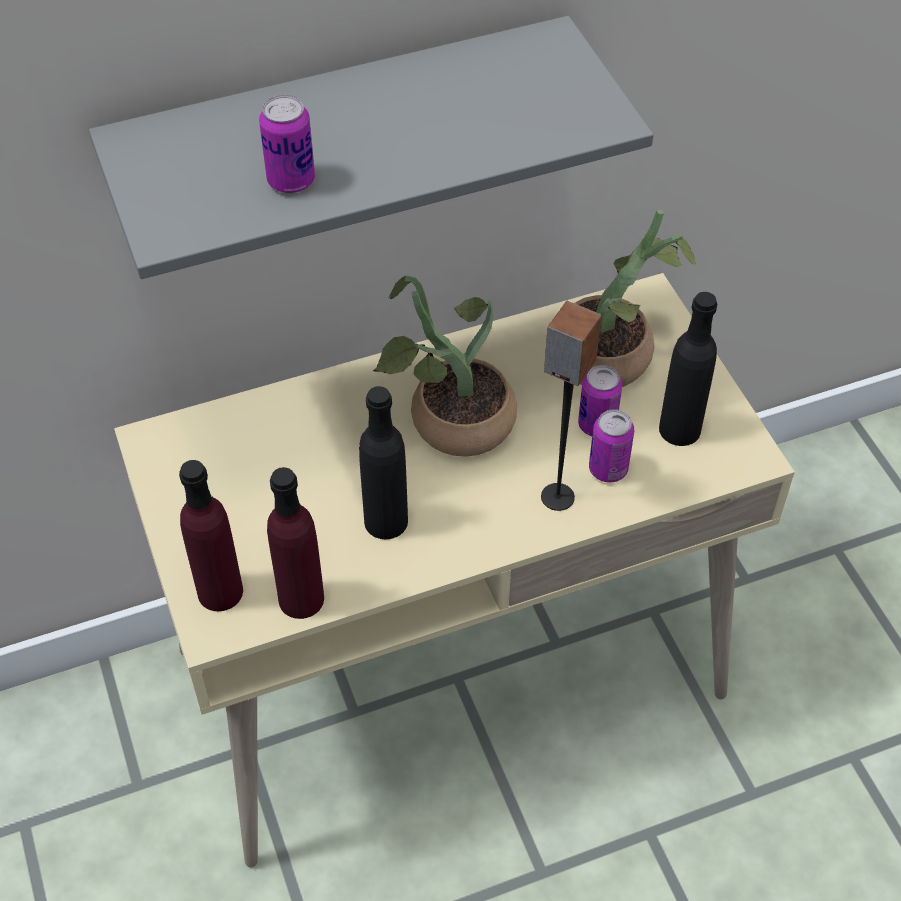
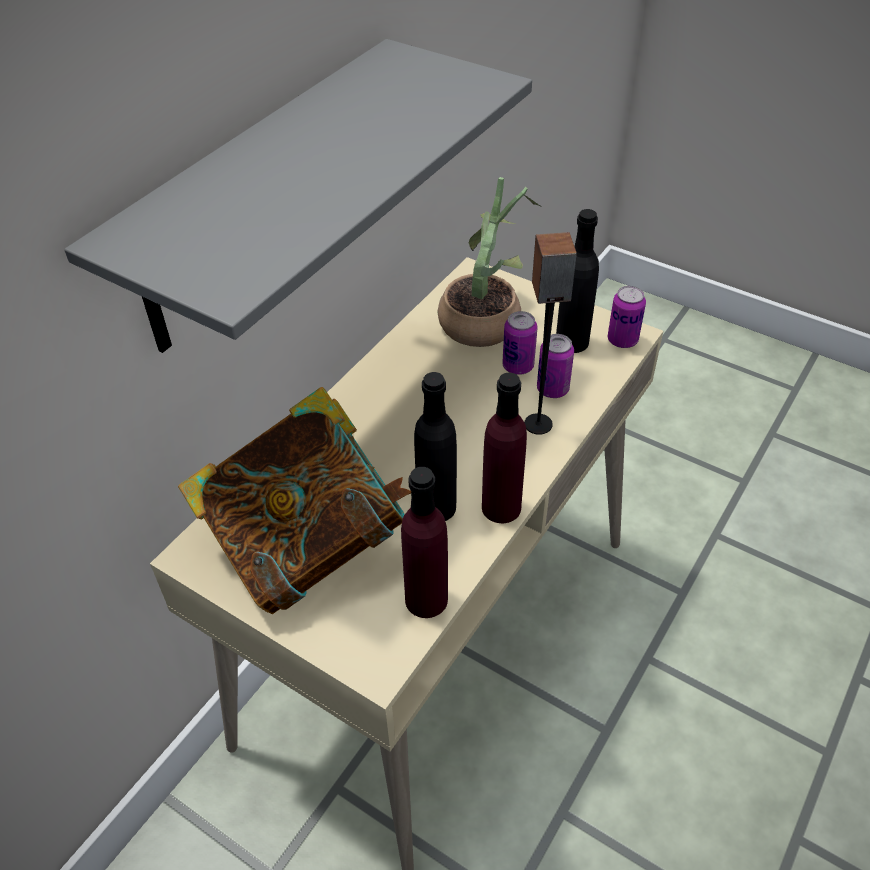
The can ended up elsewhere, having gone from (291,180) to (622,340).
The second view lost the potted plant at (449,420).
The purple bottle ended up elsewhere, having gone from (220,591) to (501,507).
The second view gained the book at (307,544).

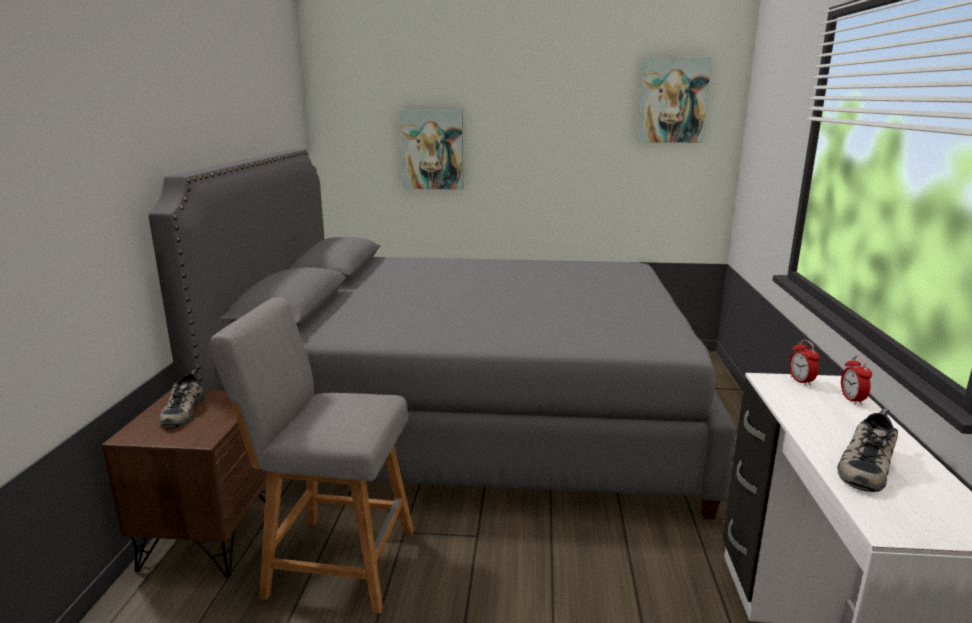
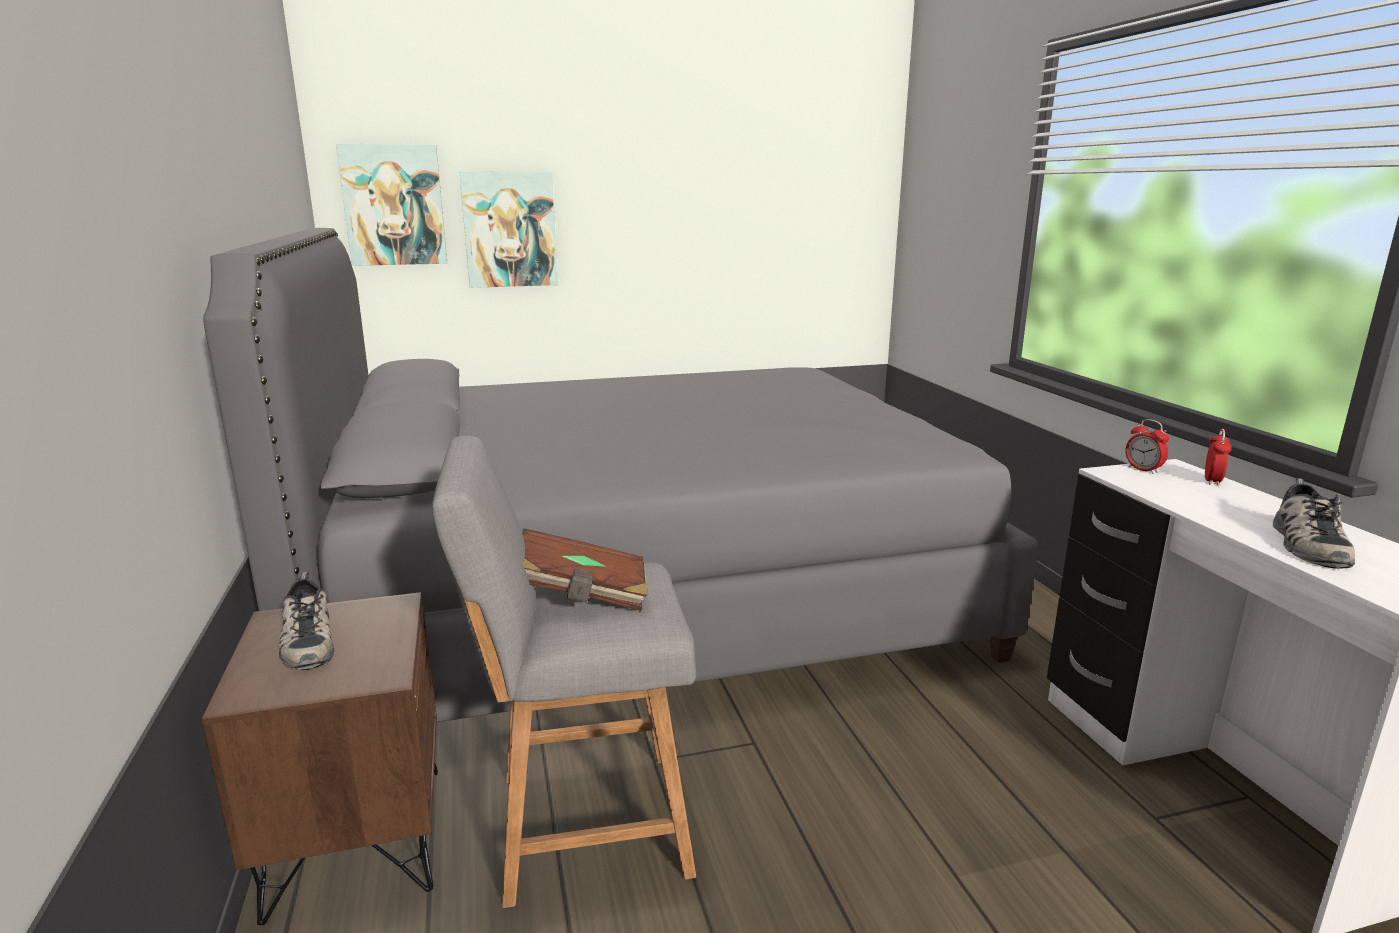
The picture ended up elsewhere, having gone from (672,100) to (394,205).
The alarm clock at (852,400) ended up facing another way, 135 degrees counterclockwise from before.
The second view gained the brown book at (582,595).

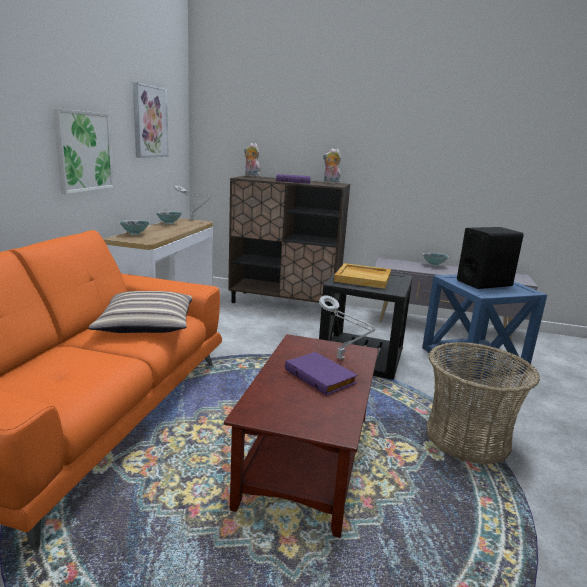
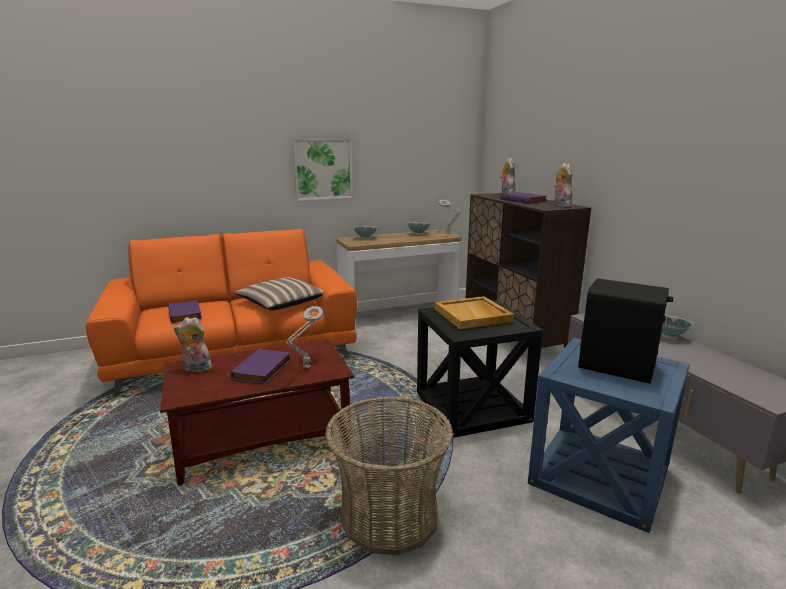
The second view lost the picture at (149,122).
The second view gained the purple book at (186,314).
The second view gained the plush toy at (195,369).

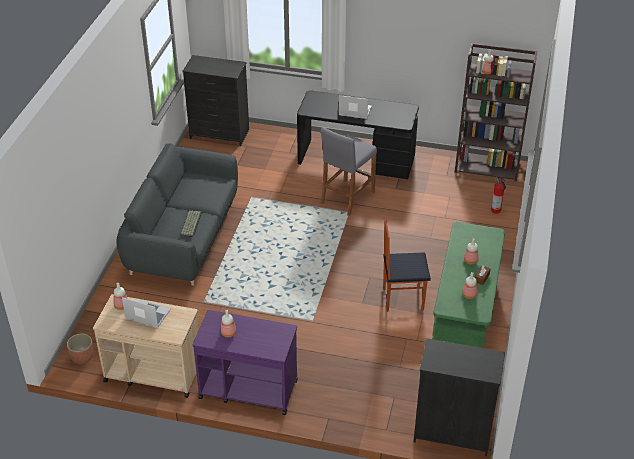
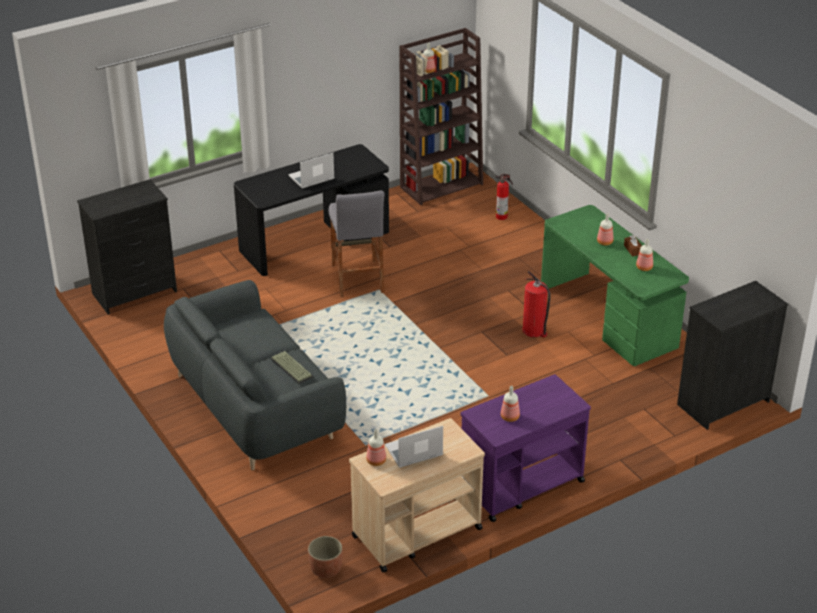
Where the chair stood at (402,298), the fire extinguisher came to stand at (534,331).

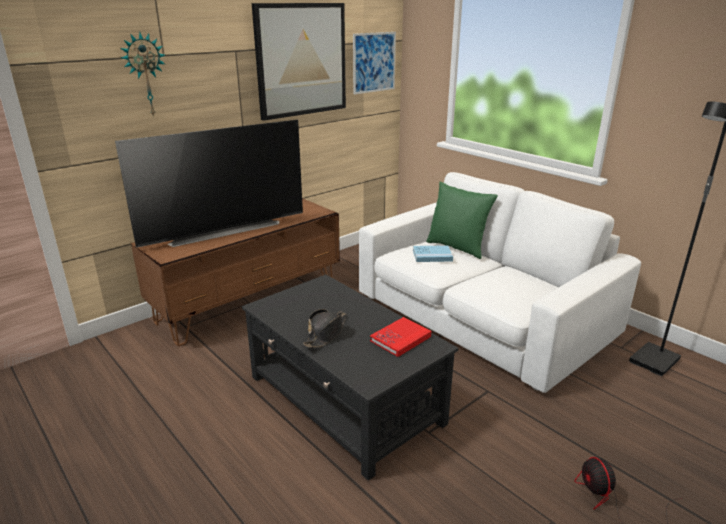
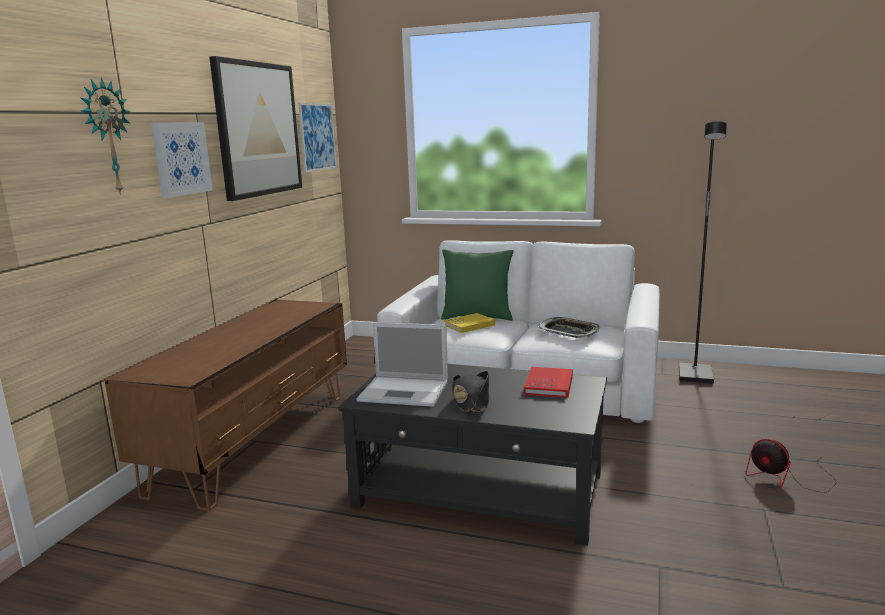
The second view lost the television at (223,230).
What was the blue book at (432,255) turned into the yellow book at (469,325).
The second view gained the picture at (181,158).
The second view gained the tray at (569,332).
The second view gained the laptop at (405,391).

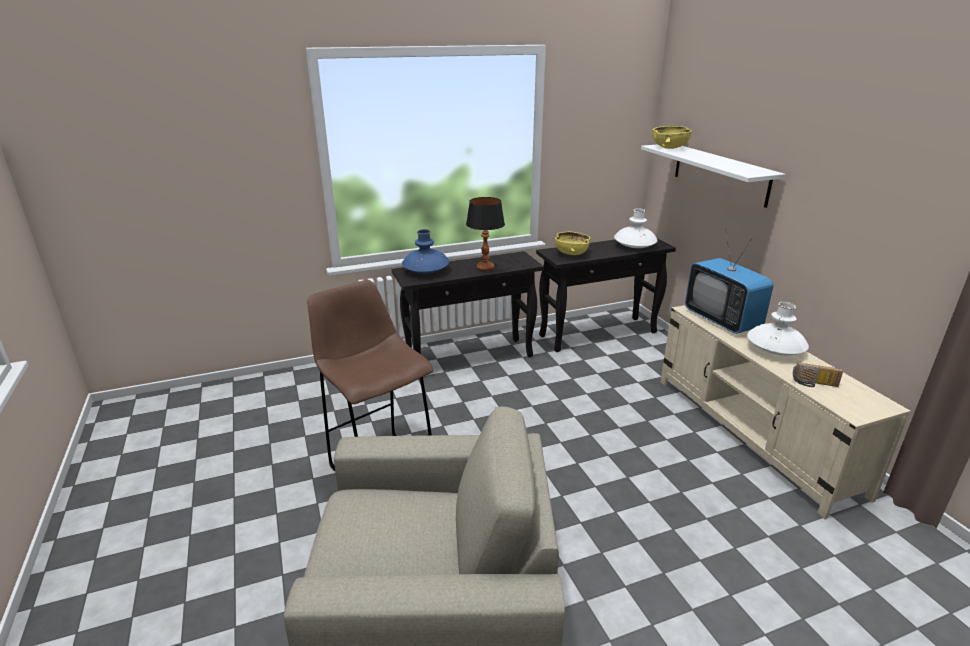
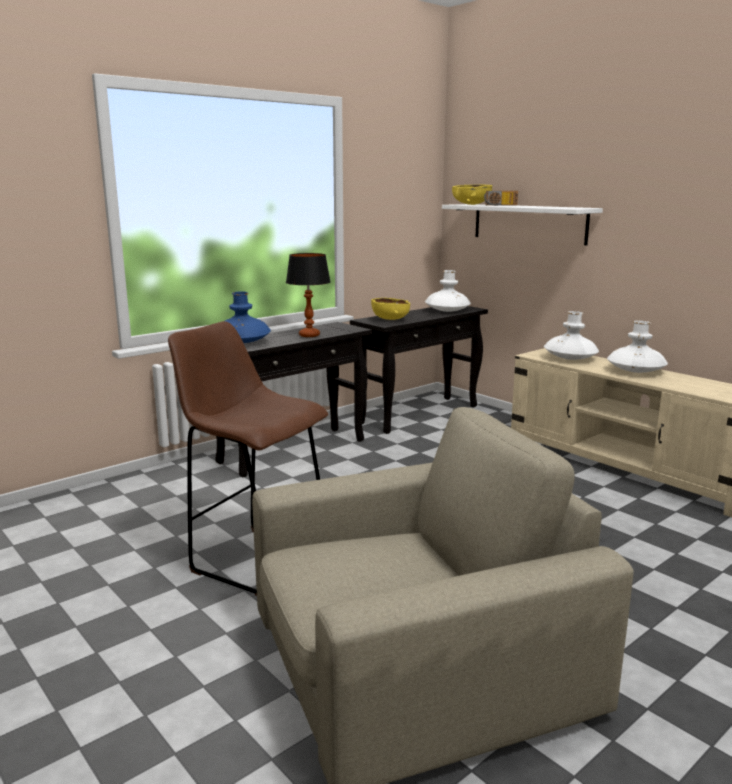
Where the television stood at (722,320), the white vase came to stand at (570,358).
The radio ended up elsewhere, having gone from (814,384) to (500,205).

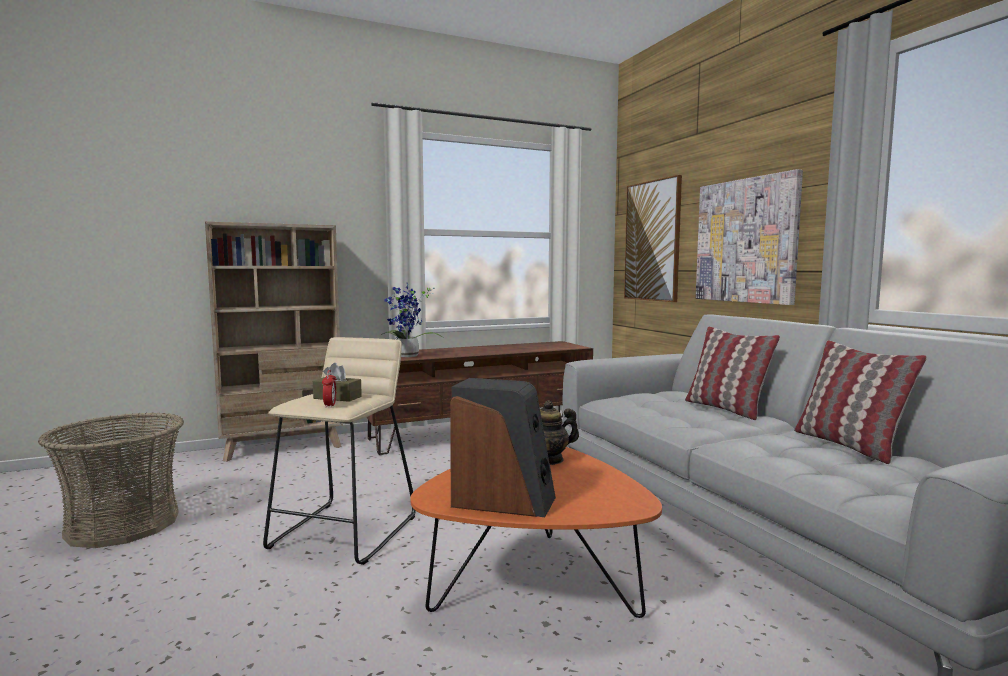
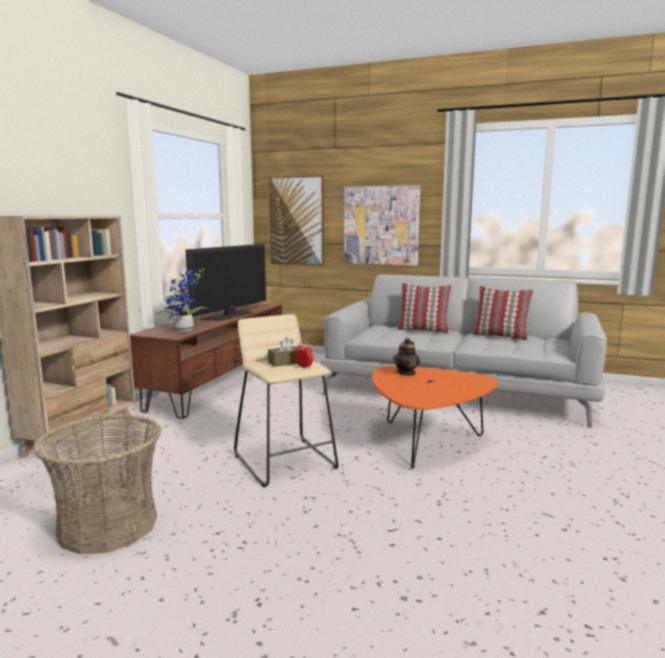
The second view lost the speaker at (503,501).
The second view gained the television at (229,315).

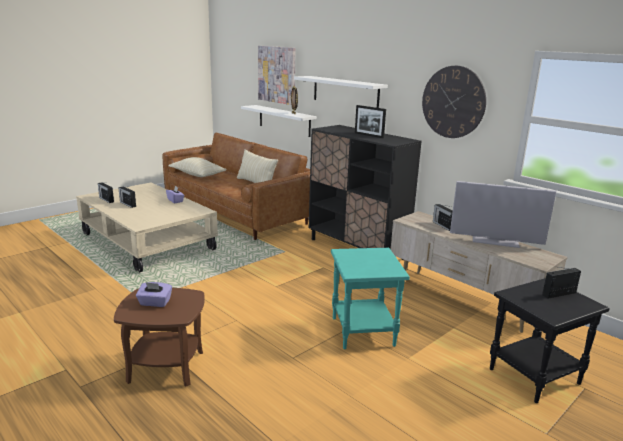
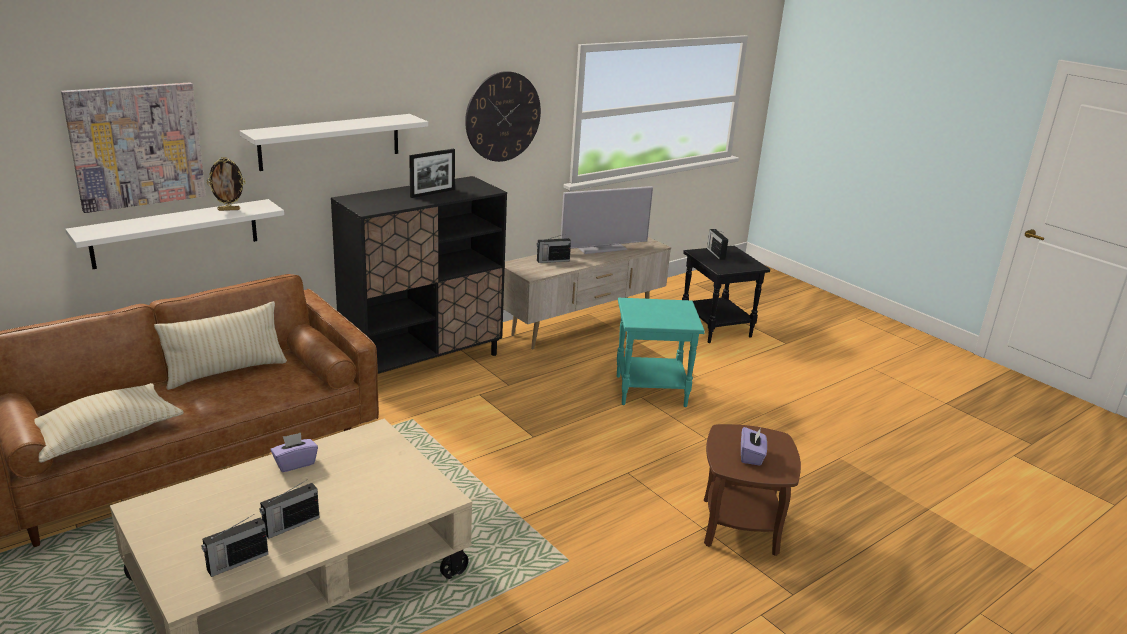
The television at (495,242) ended up facing another way, 45 degrees clockwise from before.

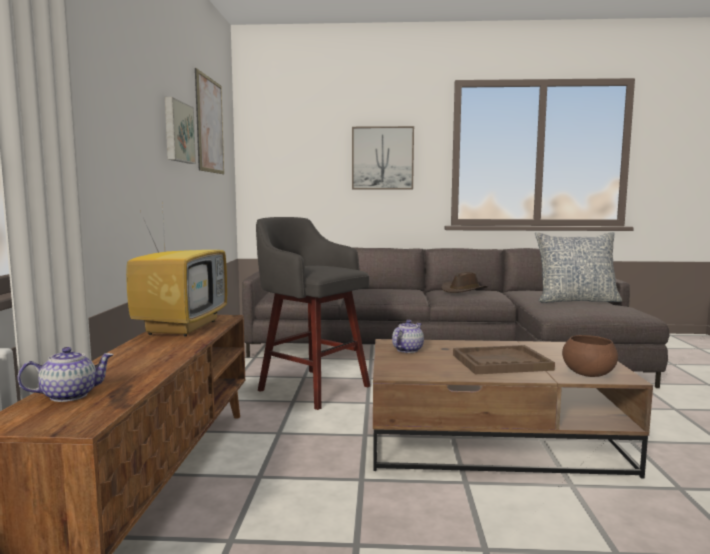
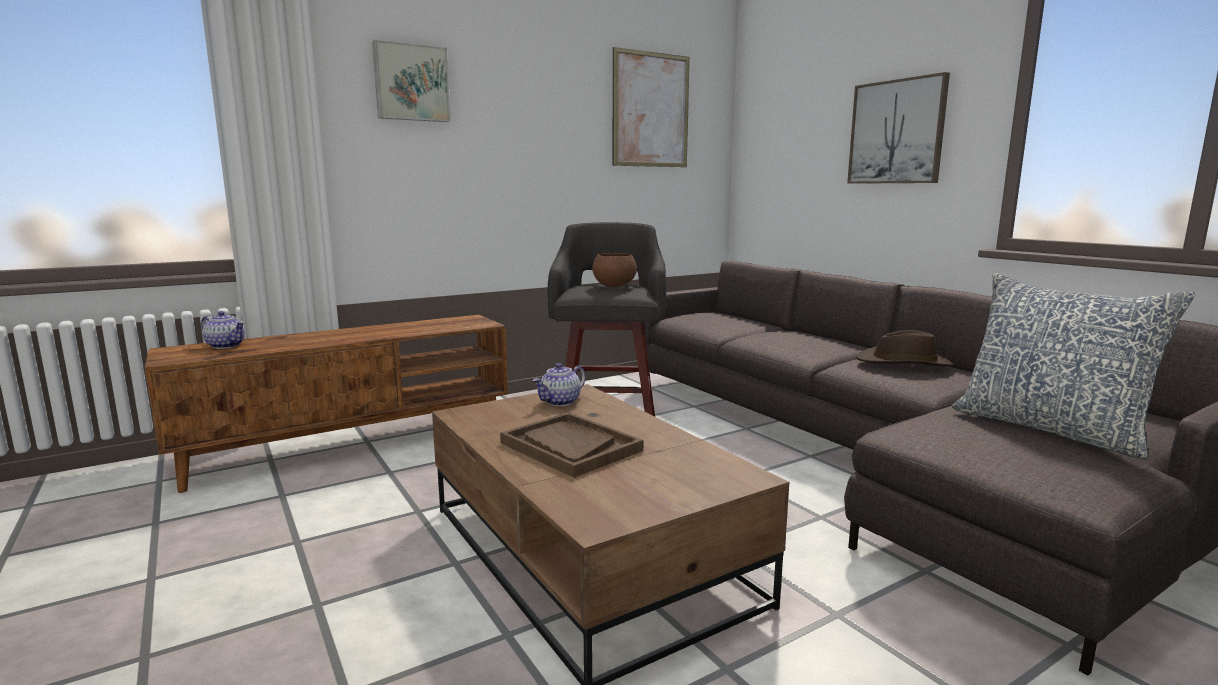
The picture ended up elsewhere, having gone from (177,132) to (411,83).
The second view lost the television at (182,327).
The teapot at (407,350) ended up facing another way, 135 degrees clockwise from before.
The brown bowl ended up elsewhere, having gone from (588,374) to (614,286).

